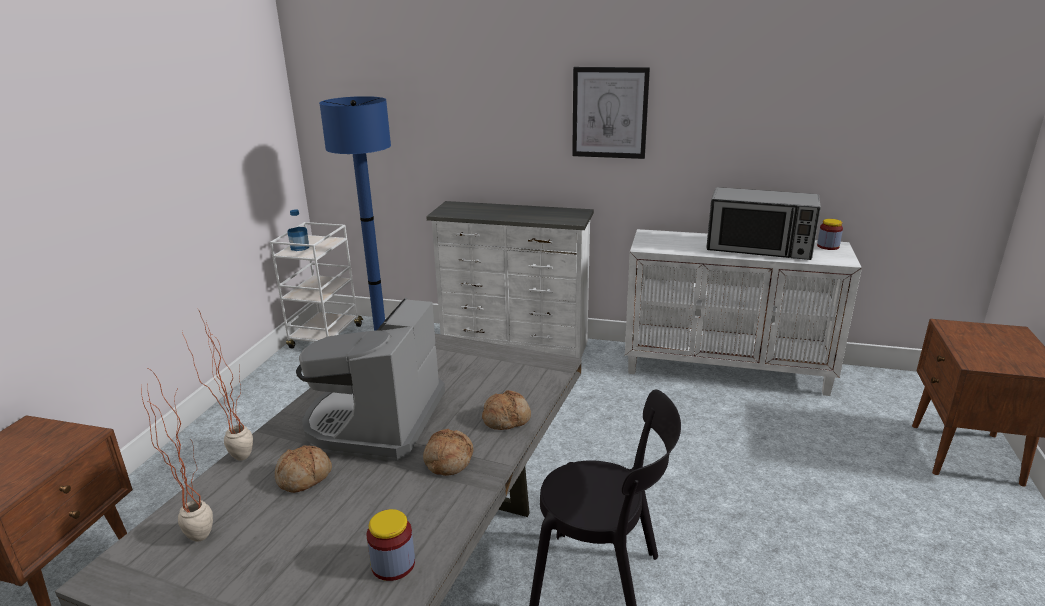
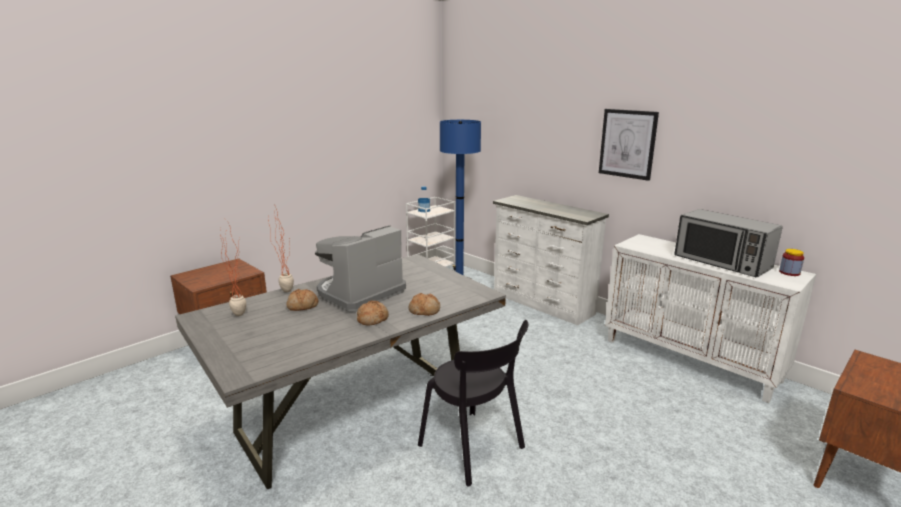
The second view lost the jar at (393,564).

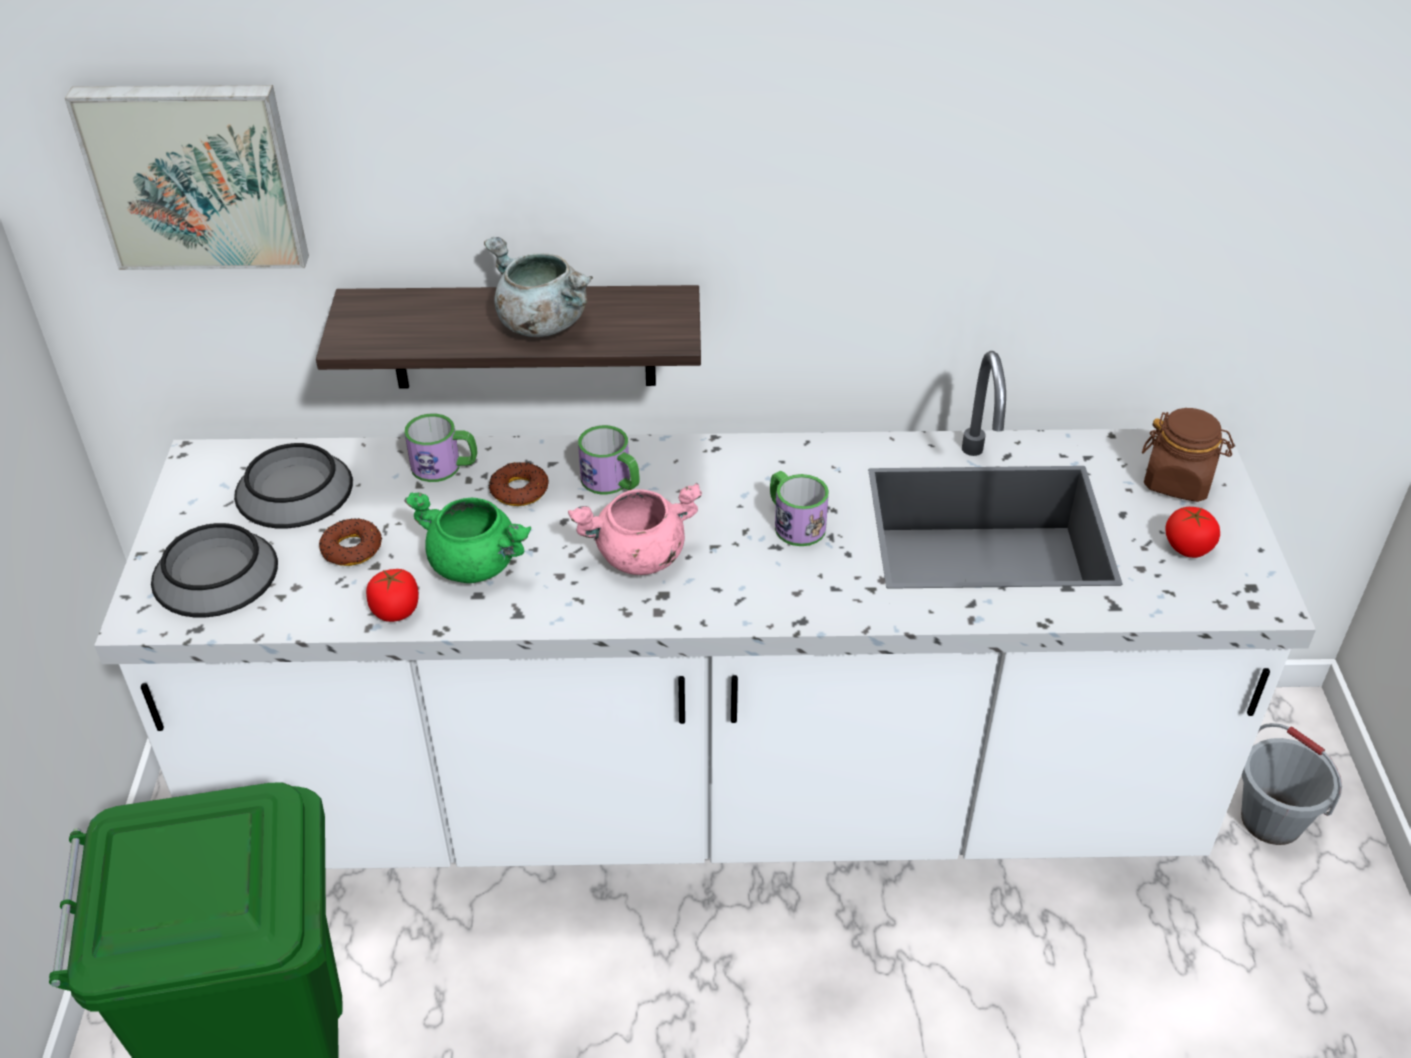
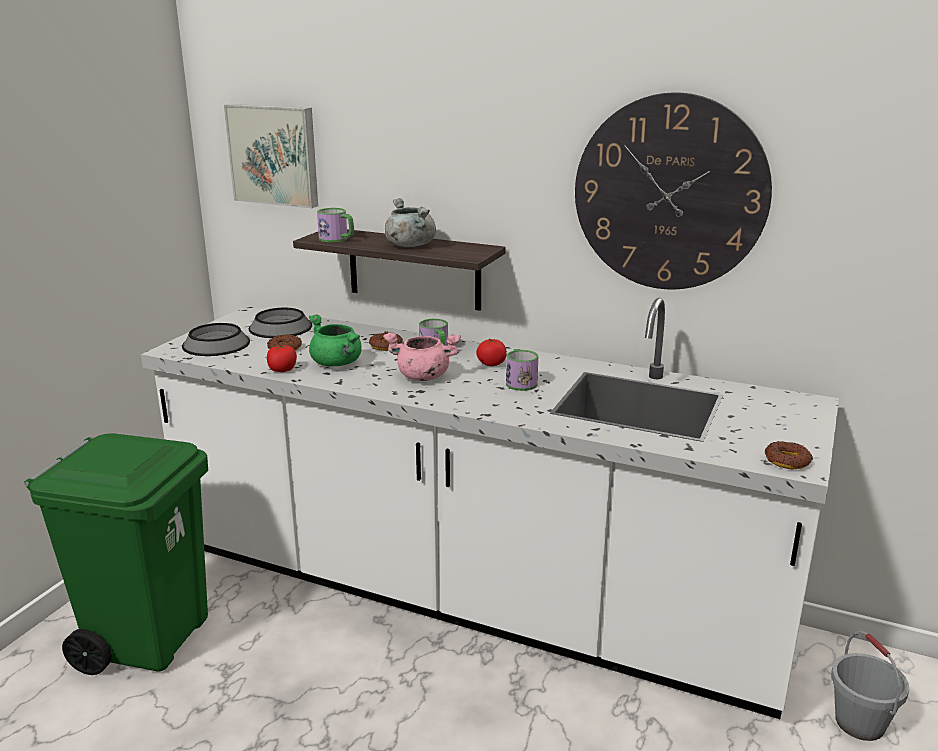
The second view lost the brown jar at (1178,481).
The mug ended up elsewhere, having gone from (445,467) to (337,239).
The tomato ended up elsewhere, having gone from (1187,547) to (491,364).
The second view gained the wall clock at (669,194).
The second view gained the donut at (787,461).

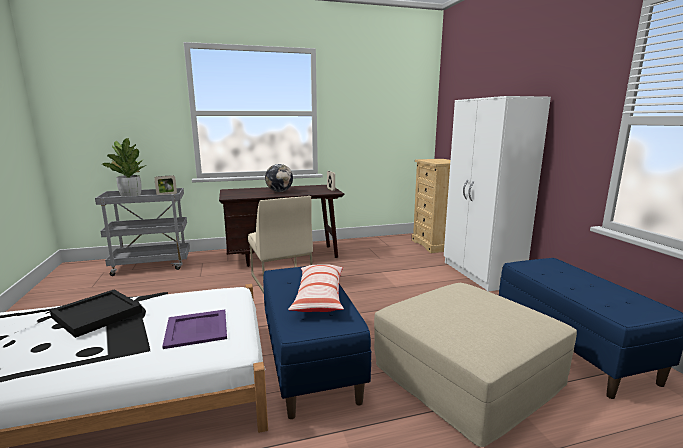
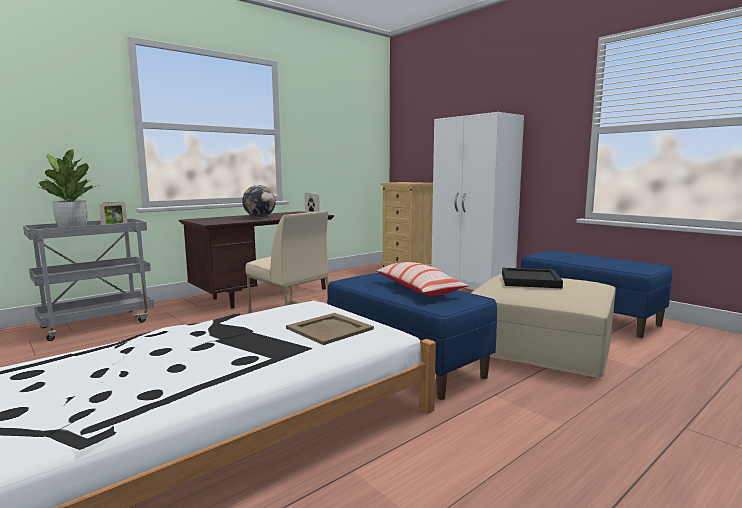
The black tray ended up elsewhere, having gone from (97,314) to (529,280).
What was the purple tray at (196,328) turned into the beige tray at (328,329).

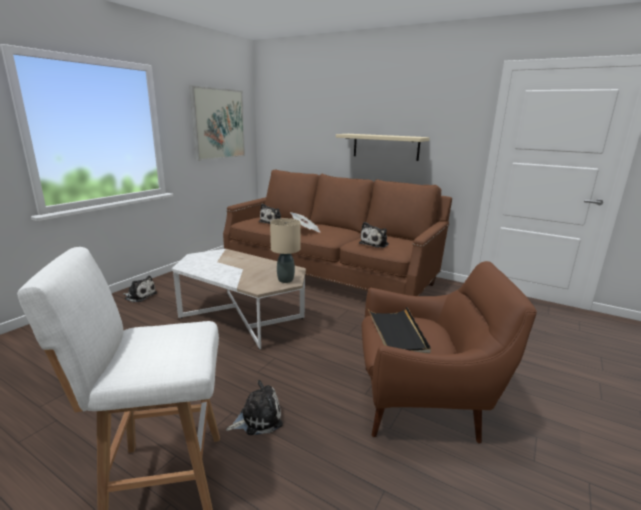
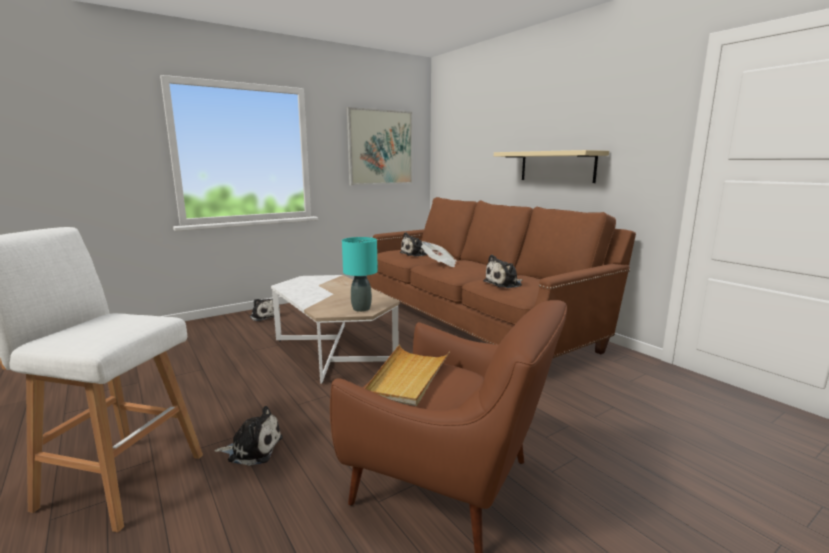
What was the beige table lamp at (286,280) turned into the turquoise table lamp at (361,309).
What was the black tray at (397,332) turned into the beige tray at (408,377).

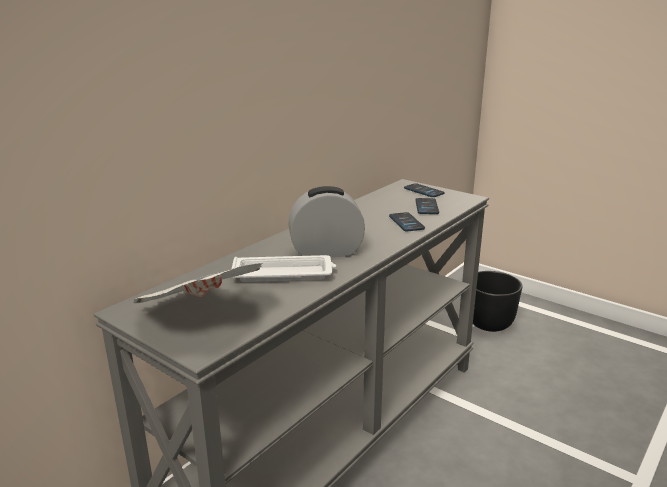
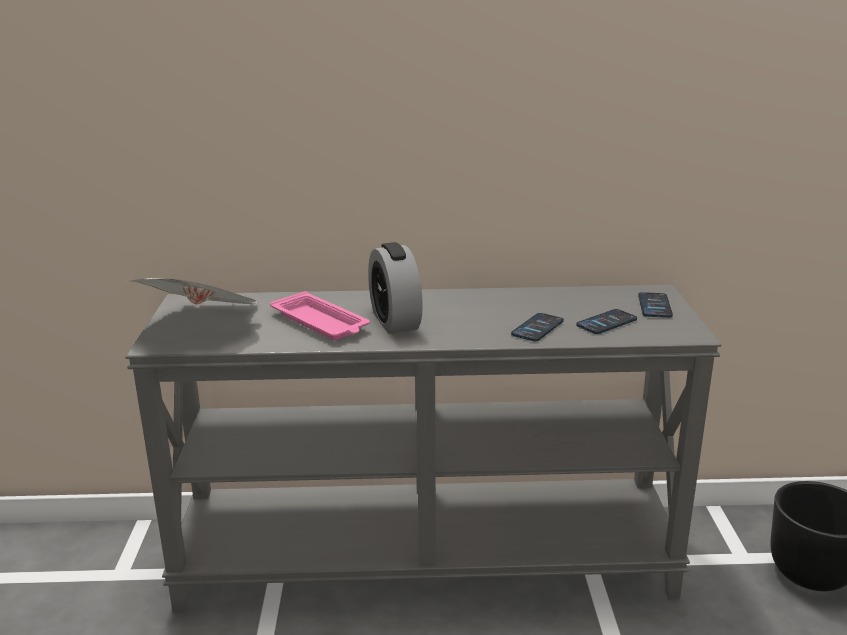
The alarm clock at (326,252) ended up facing another way, 150 degrees counterclockwise from before.
What was the white tray at (284,274) turned into the pink tray at (321,323).

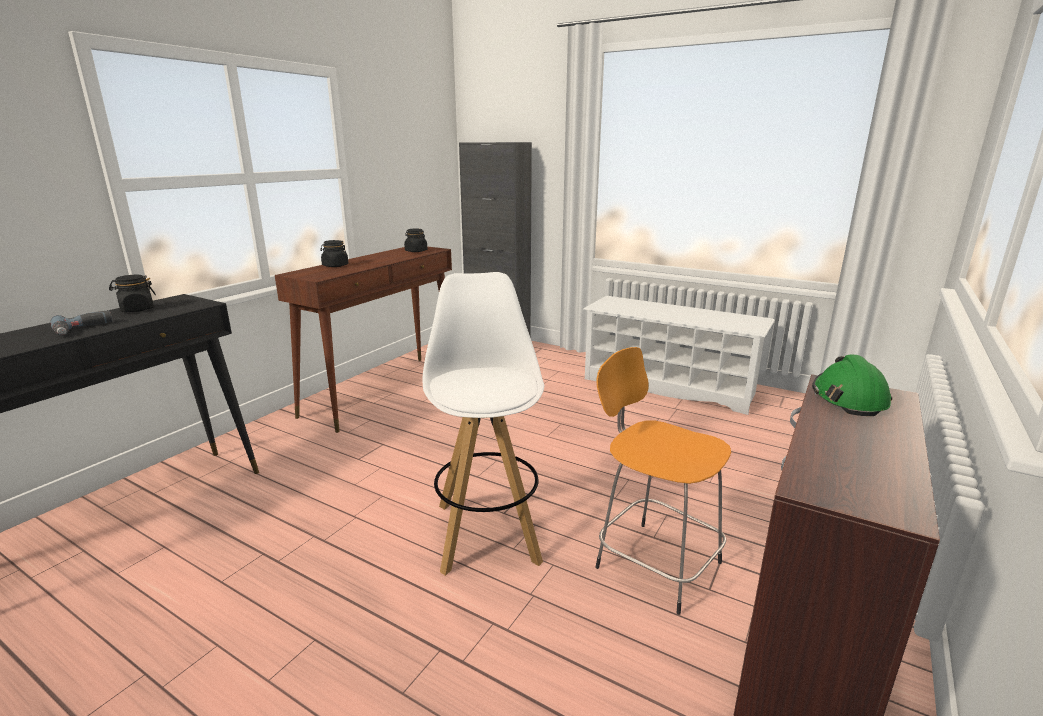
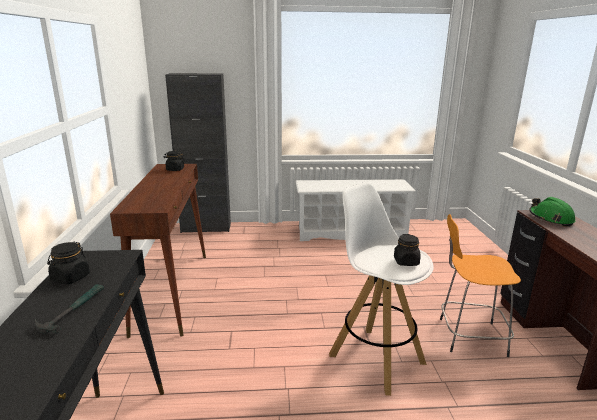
The black jar ended up elsewhere, having gone from (335,266) to (406,262).
Where the power drill stood at (84,328), the hammer came to stand at (72,311).

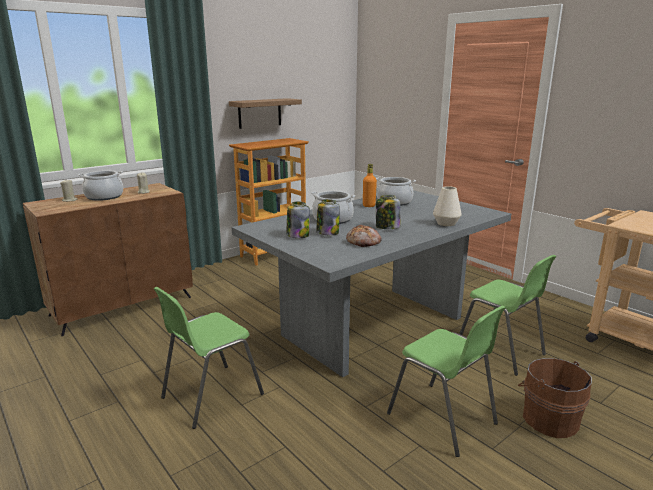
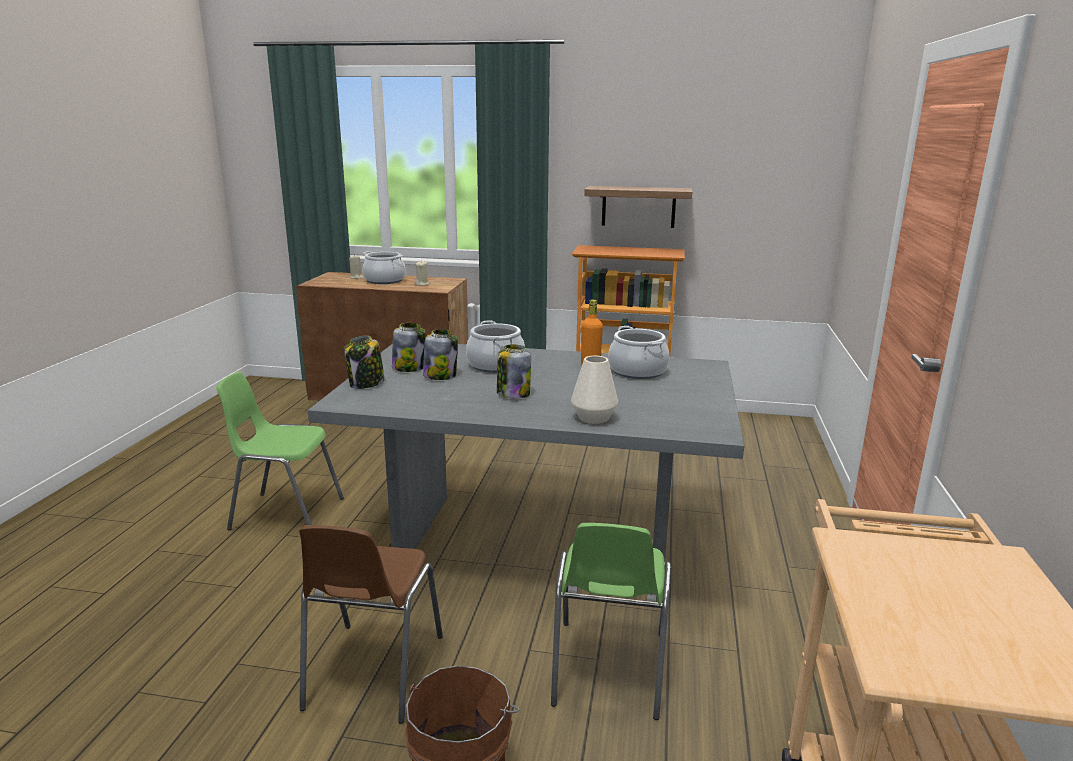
The second view lost the bread at (364,242).
What was the green chair at (442,419) turned into the brown chair at (372,672).
The second view gained the jar at (366,384).

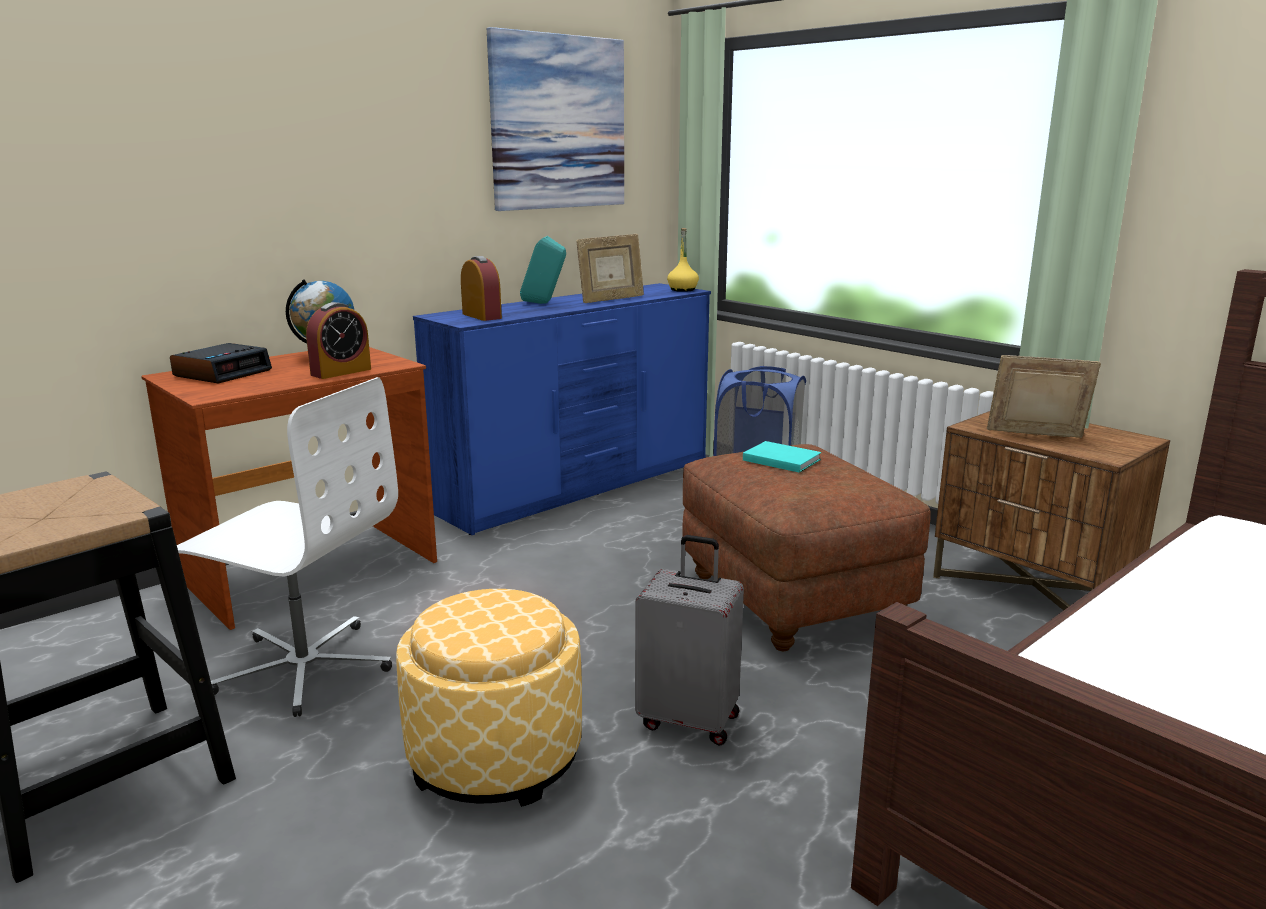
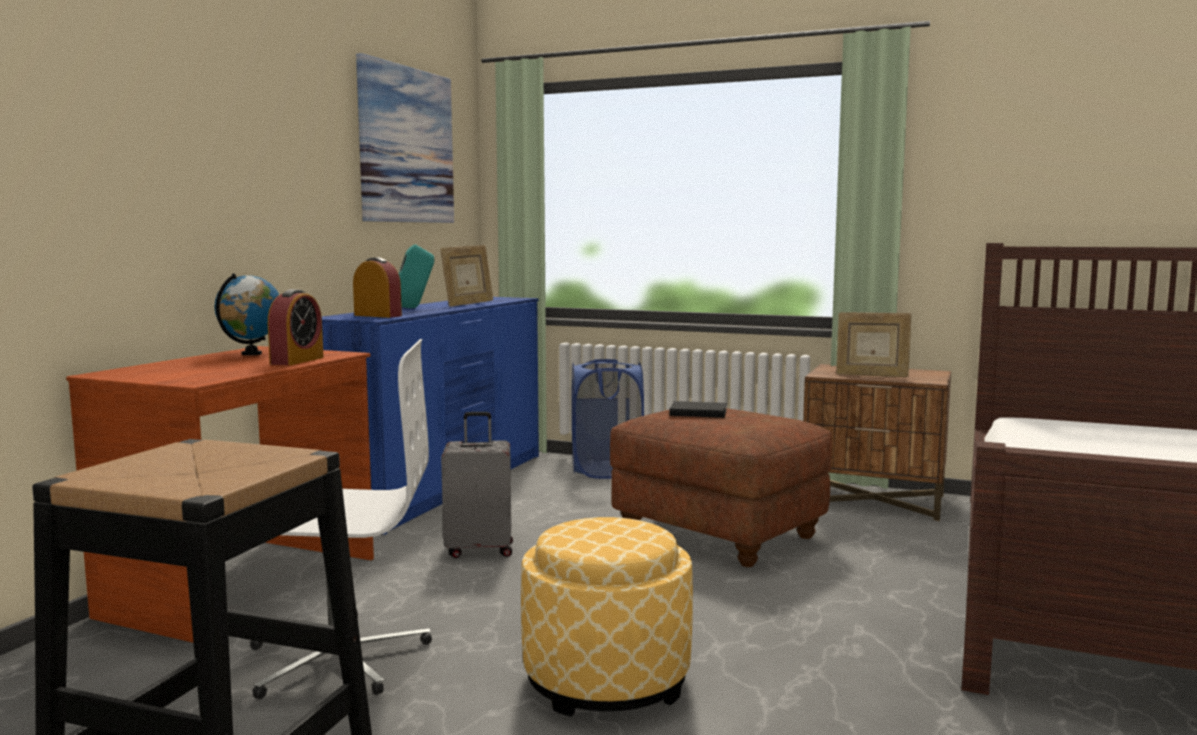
The second view lost the yellow bottle at (682,290).
The second view lost the alarm clock at (223,373).
The picture frame at (1036,437) ended up facing another way, 135 degrees counterclockwise from before.
What was the turquoise book at (780,459) turned into the black book at (696,412).
The grey suitcase ended up elsewhere, having gone from (690,719) to (480,550).

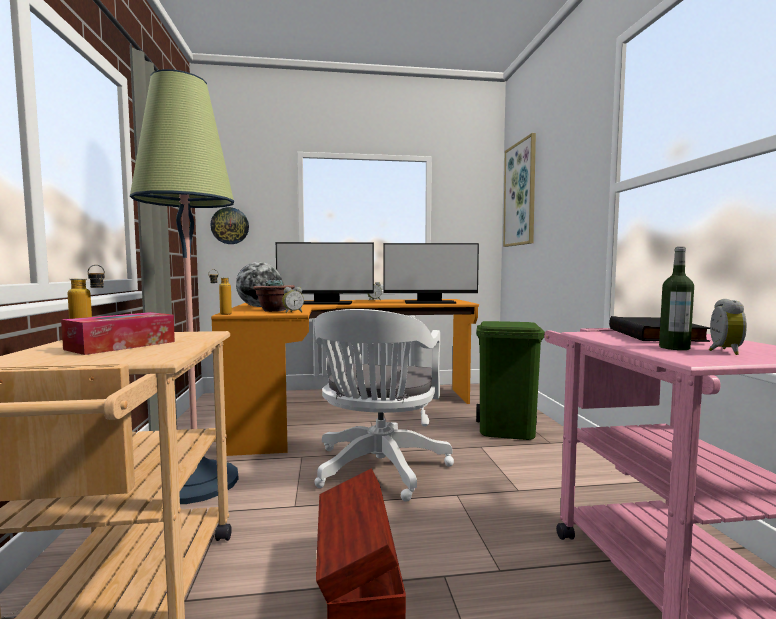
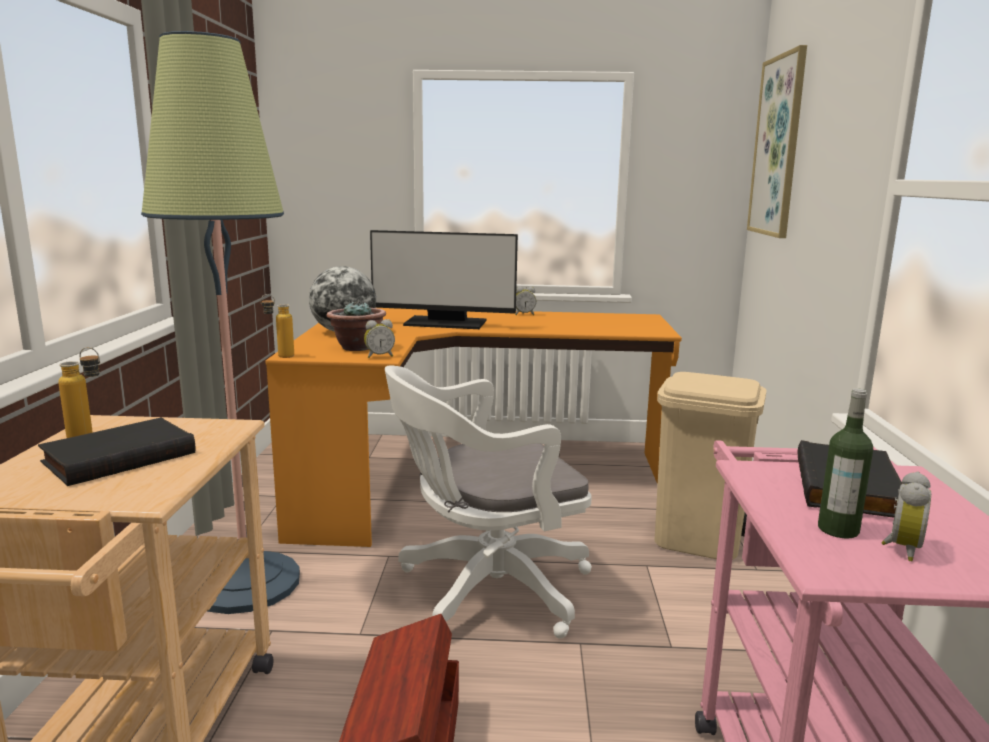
The second view lost the wall clock at (230,226).
The second view lost the monitor at (429,302).
The white office chair at (378,470) ended up facing another way, 45 degrees clockwise from before.
Where the tissue box stood at (121,345), the black book came to stand at (119,456).
What was the green trash can at (507,430) turned into the beige trash can at (699,540).

